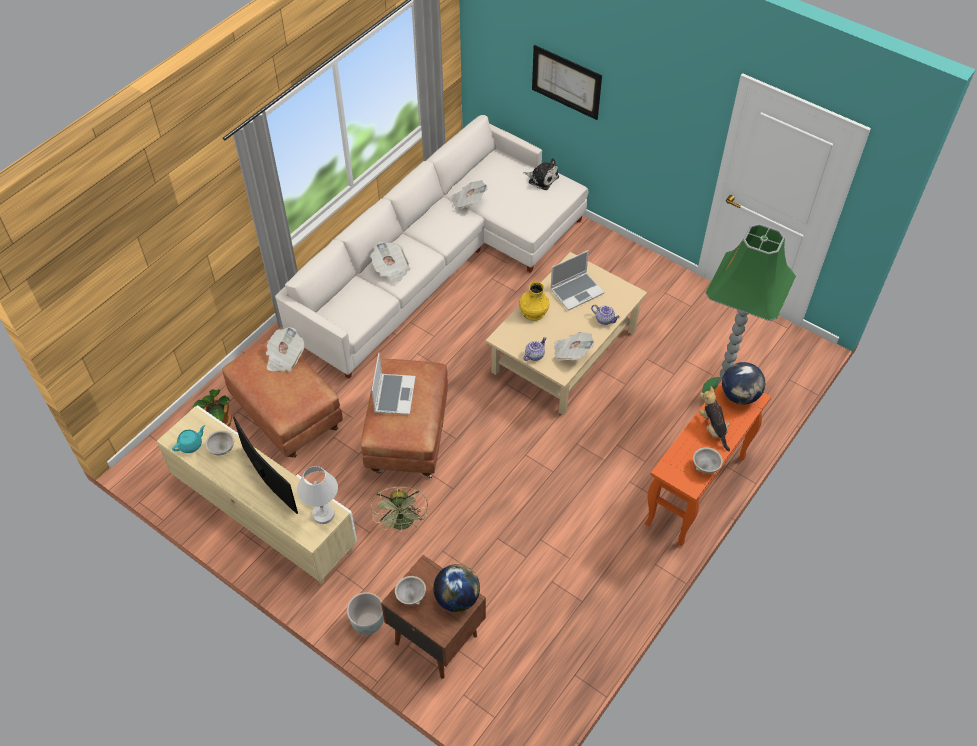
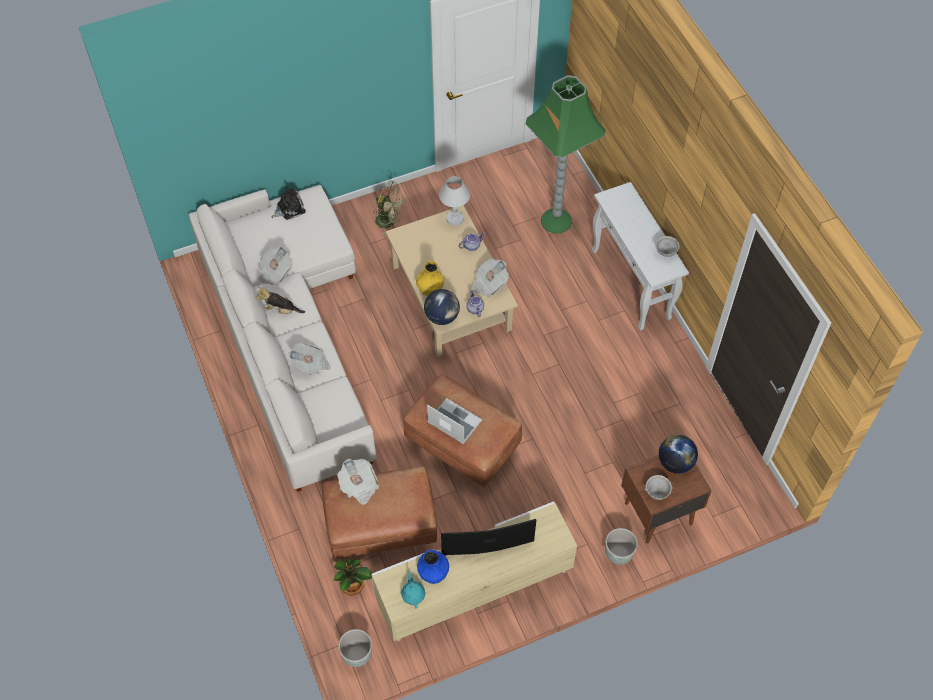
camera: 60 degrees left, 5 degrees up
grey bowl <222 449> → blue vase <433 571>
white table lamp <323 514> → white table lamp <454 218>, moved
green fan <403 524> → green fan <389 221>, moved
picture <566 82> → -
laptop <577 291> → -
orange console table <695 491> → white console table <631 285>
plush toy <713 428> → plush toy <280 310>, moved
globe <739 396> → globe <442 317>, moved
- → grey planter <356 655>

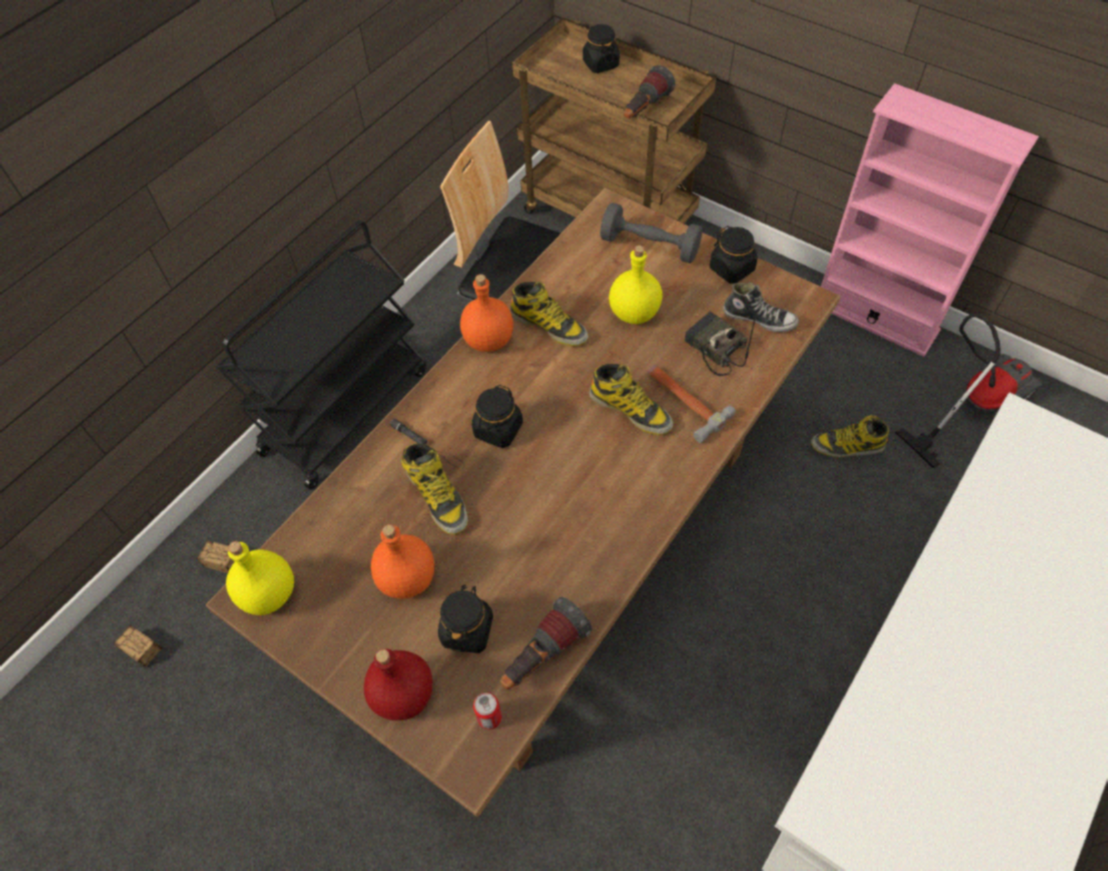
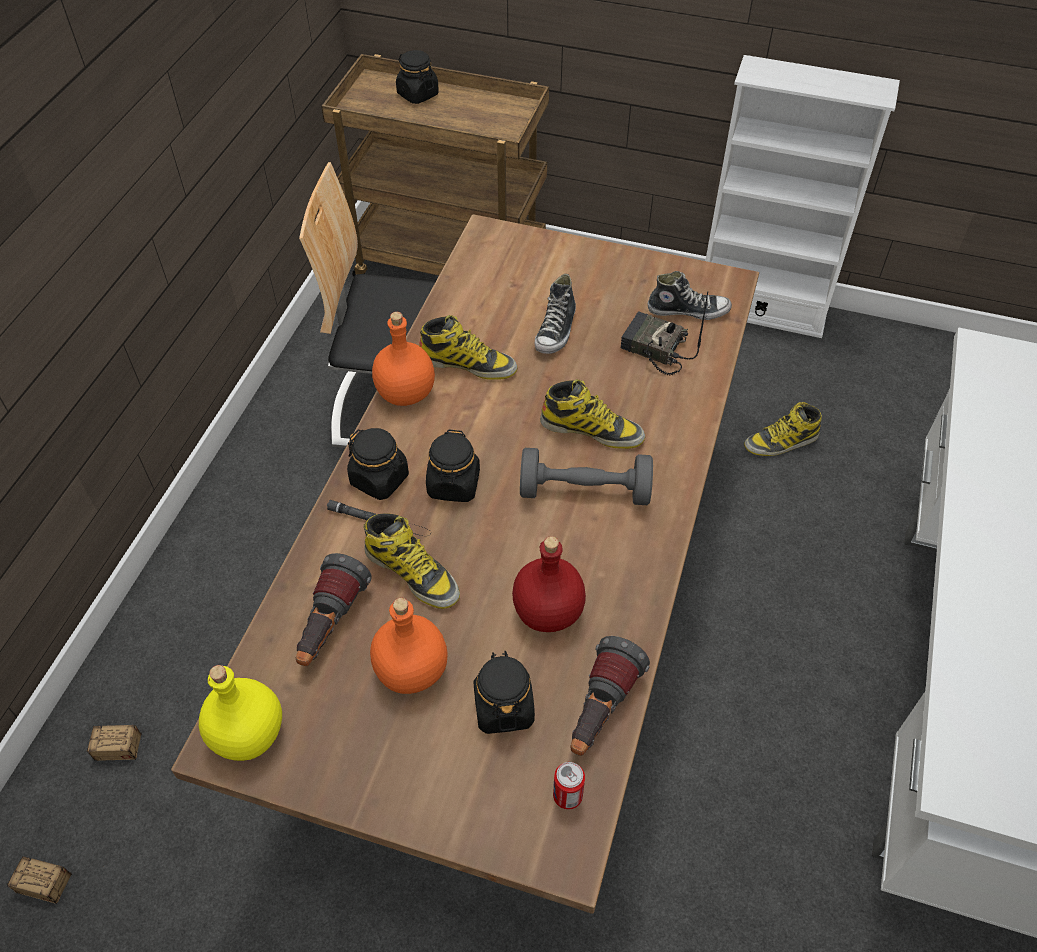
camera: 20 degrees left, 5 degrees down
black cart <345 410> → -
red bottle <402 696> → red bottle <547 613>, moved
grey dumbbell <649 246> → grey dumbbell <584 491>, moved
yellow bottle <635 312> → shoe <556 331>
flashlight <644 110> → flashlight <330 625>, moved
hammer <683 401> → -
black jar <732 269> → black jar <380 479>, moved
pink bookcase <875 317> → white bookcase <760 310>
vacuum cleaner <971 404> → -

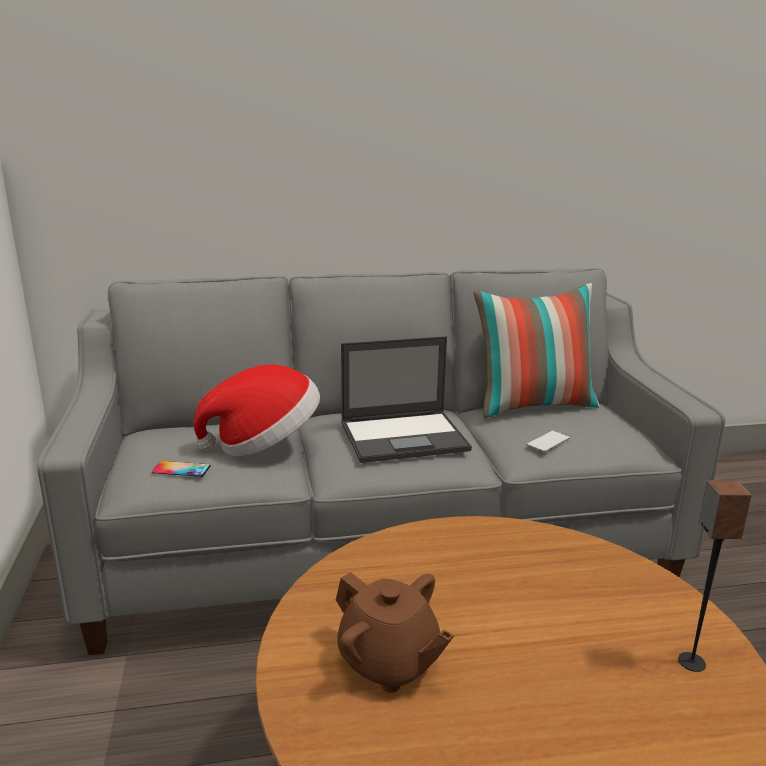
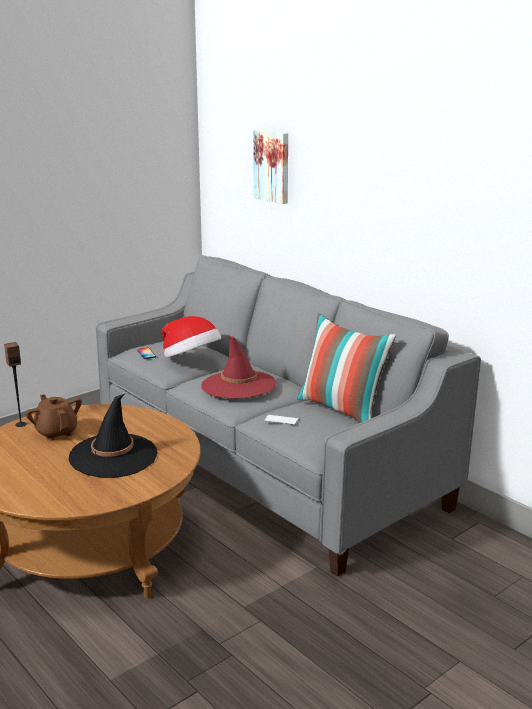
camera: 60 degrees right, 0 degrees up
brown teapot <389 663> → brown teapot <56 432>, 135 degrees clockwise
laptop <405 437> → red hat <238 385>
speaker <691 662> → speaker <21 424>, moved
- → black hat <113 456>
- → picture <273 166>

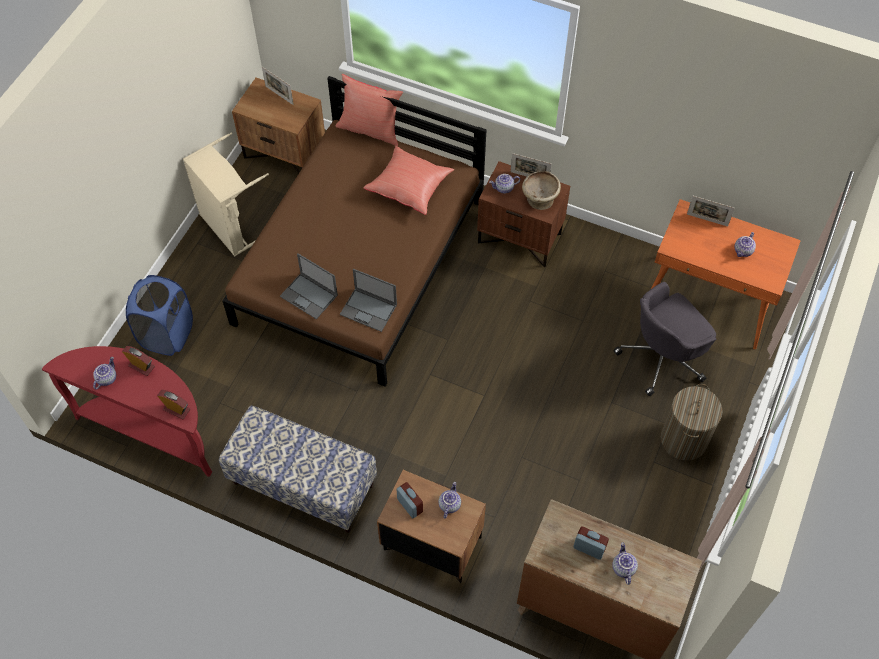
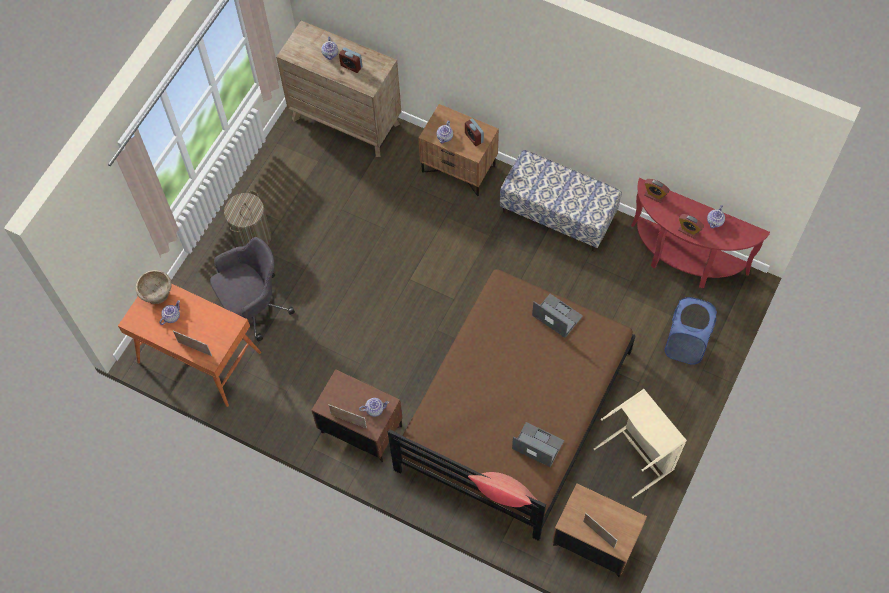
camera: 175 degrees left, 5 degrees up
laptop <369 310> → laptop <537 444>, moved
red pillow <409 188> → -
beige bowl <540 198> → beige bowl <157 294>, moved

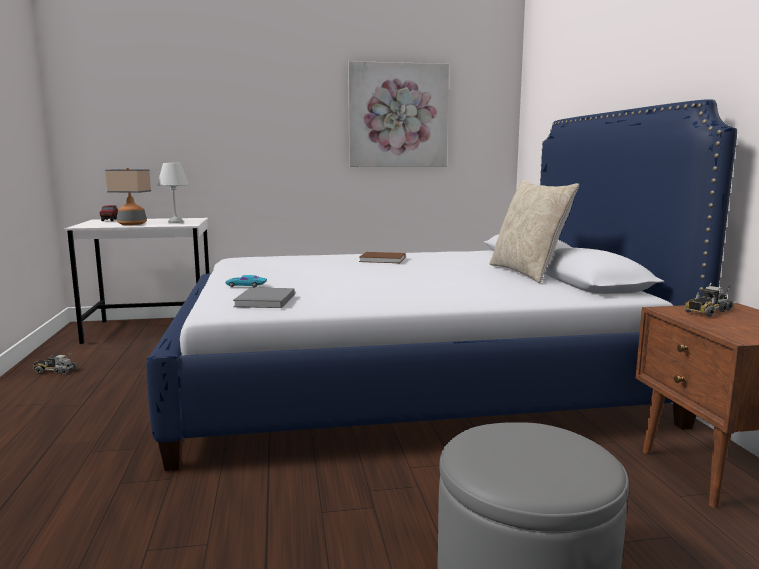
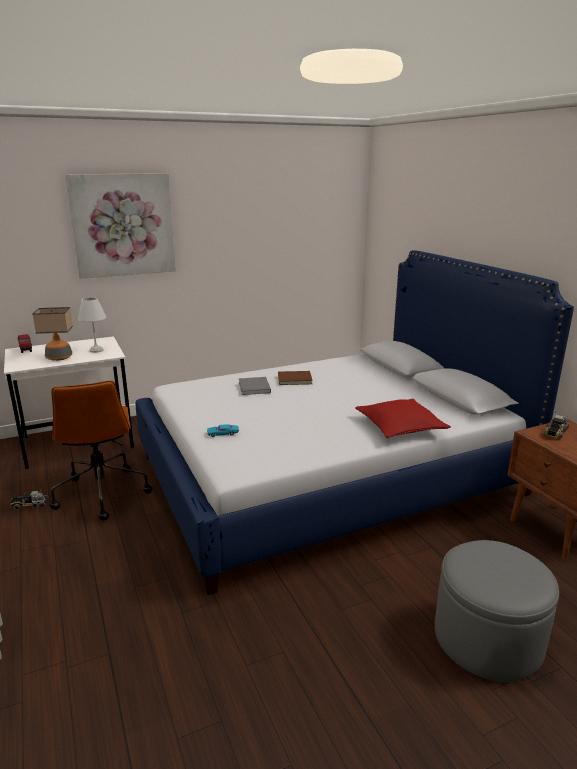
camera: 15 degrees left, 10 degrees up
grey book <264 301> → grey book <254 388>, moved
picture <398 115> → picture <123 225>, moved
beige pillow <528 273> → -
- → brown office chair <102 493>
- → red pillow <400 427>

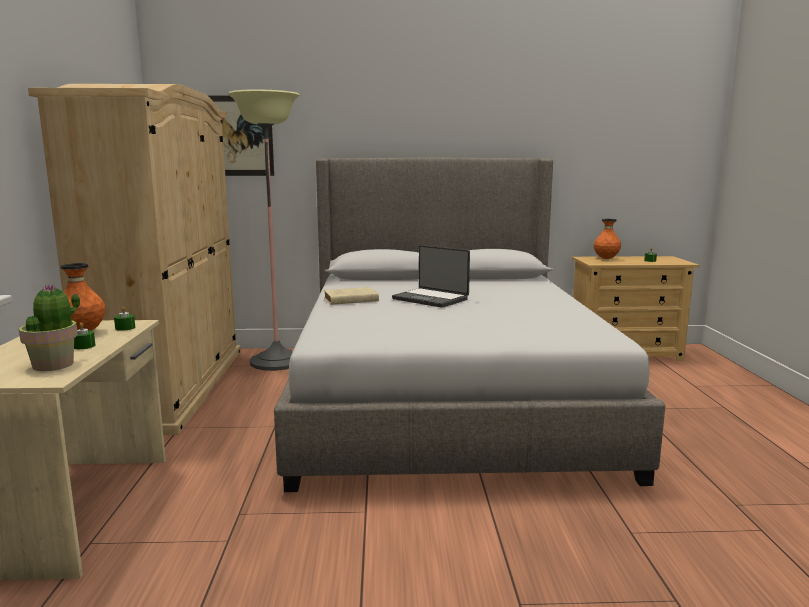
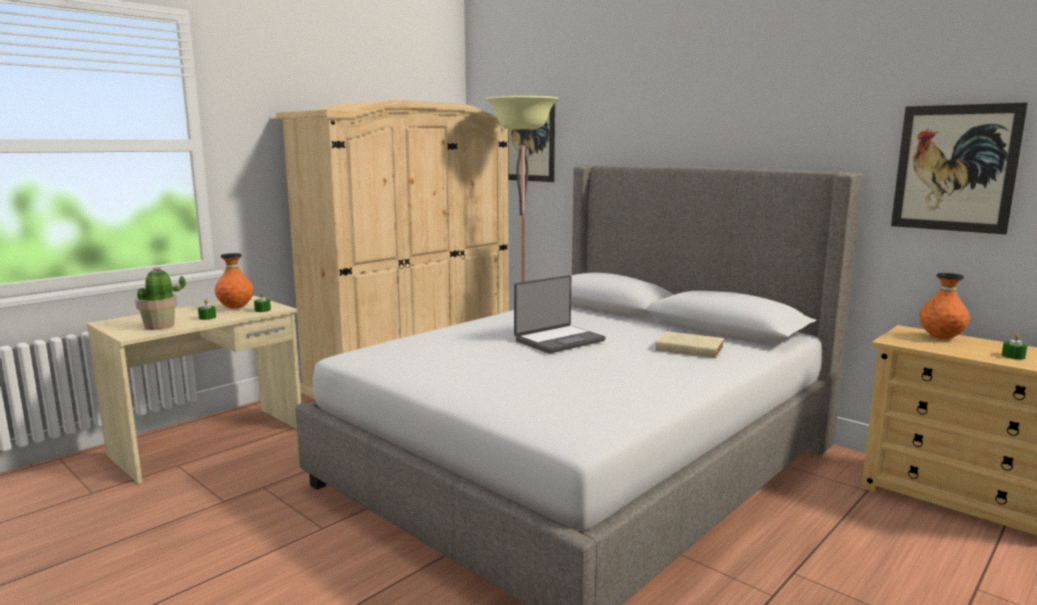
camera: 45 degrees right, 0 degrees up
beige book <349 300> → beige book <687 349>, moved
laptop <431 299> → laptop <558 340>, 120 degrees counterclockwise
- → picture <955 168>

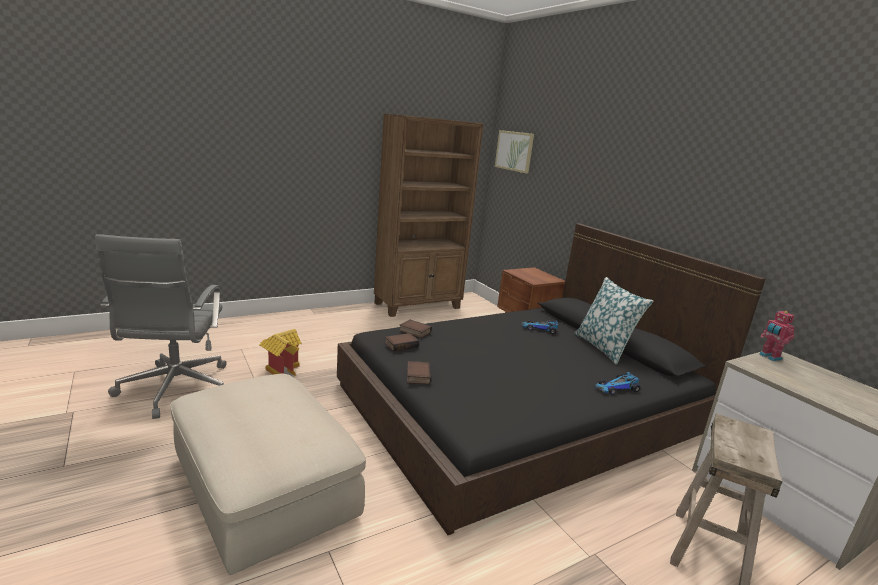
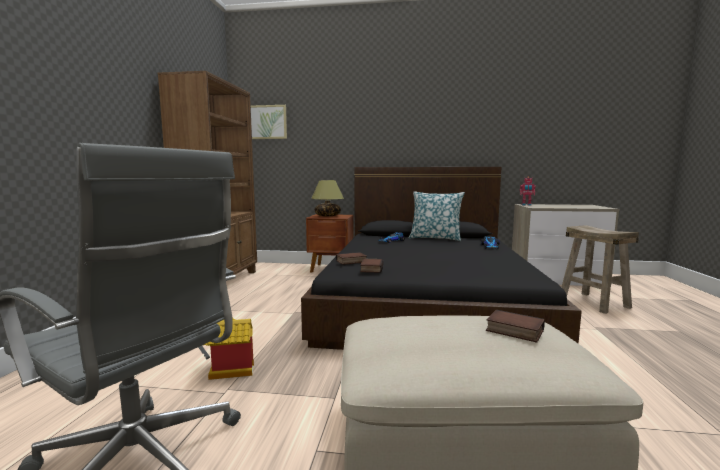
camera: 50 degrees left, 10 degrees down
book <417 375> → book <513 331>, moved
- → table lamp <327 216>

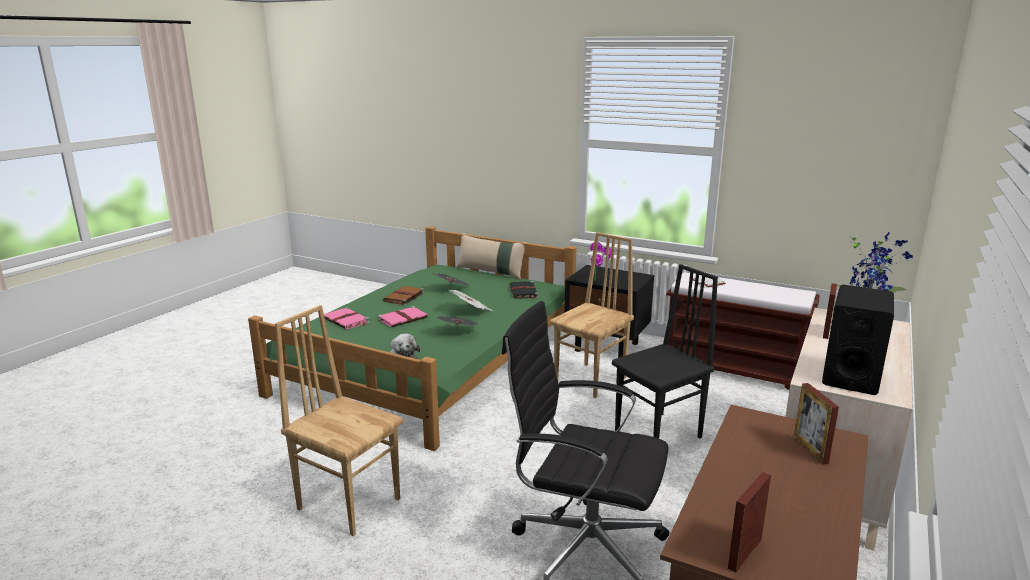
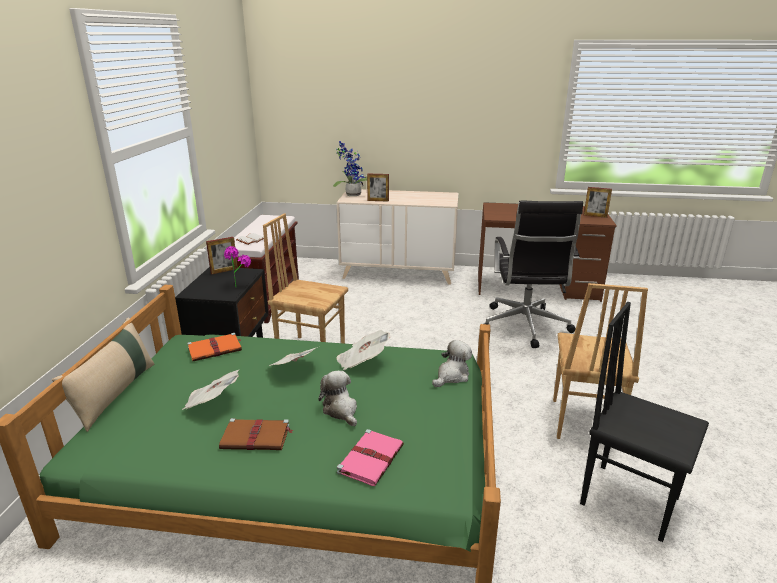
camera: 110 degrees left, 5 degrees up
pink book <403 319> → plush toy <341 410>
black book <523 292> → orange book <215 349>
black chair <659 435> → black chair <629 499>, moved
picture frame <810 450> → picture frame <224 271>, moved
black speaker <851 376> → -

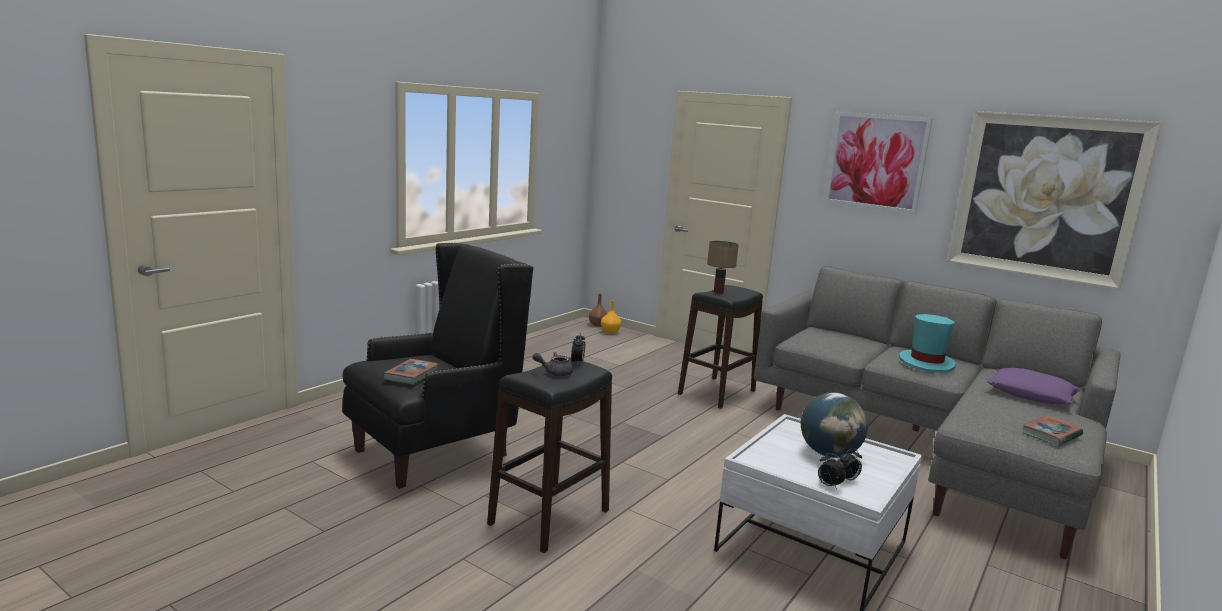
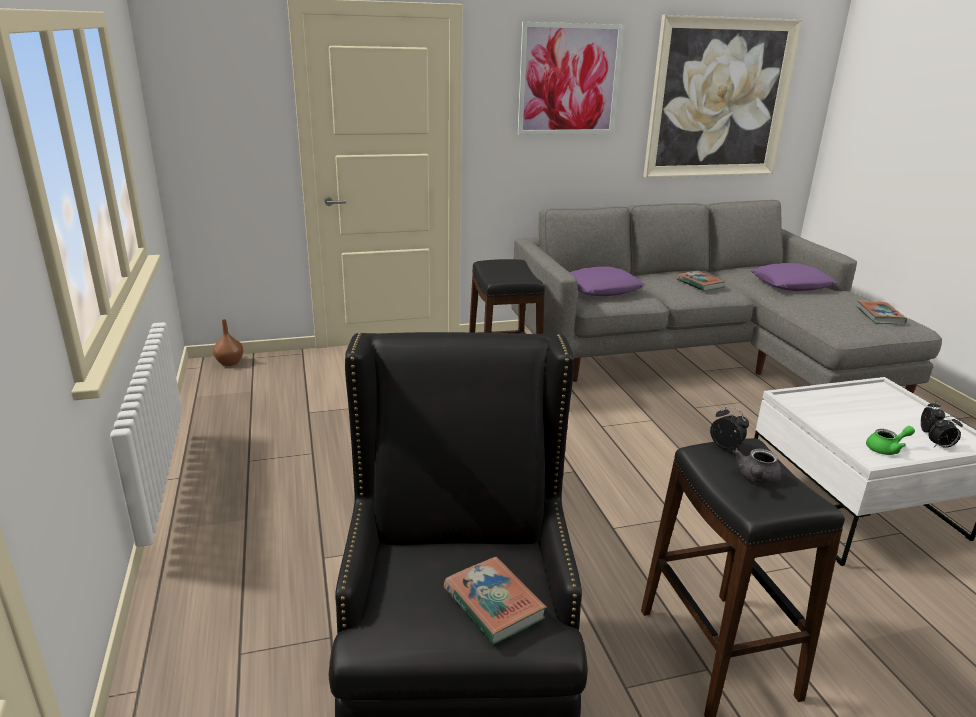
camera: 50 degrees left, 10 degrees up
orange vase <609 332> → -
table lamp <718 292> → -
globe <828 454> → -
turquoise hat <926 363> → book <699 284>
- → purple pillow <602 289>
- → green teapot <886 449>

